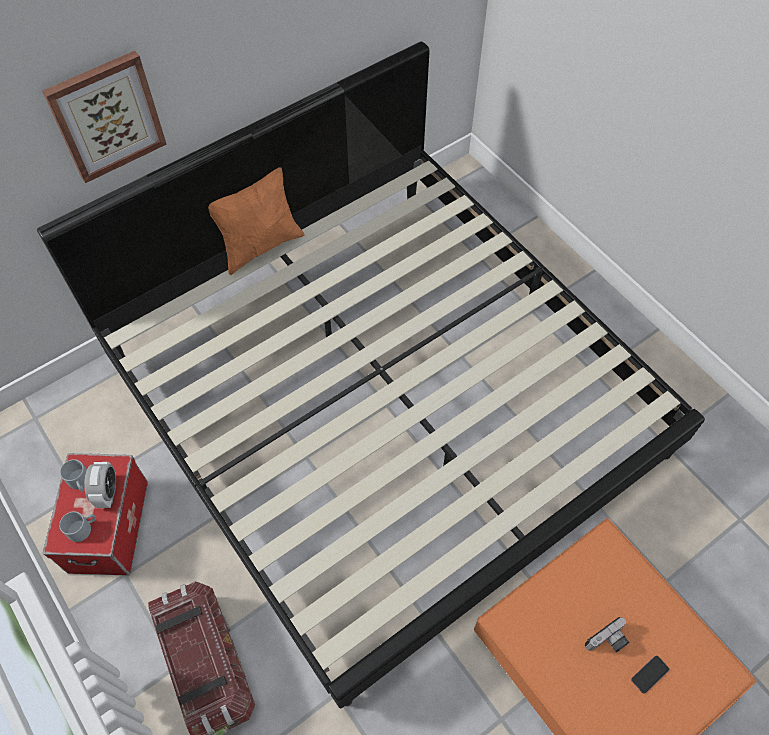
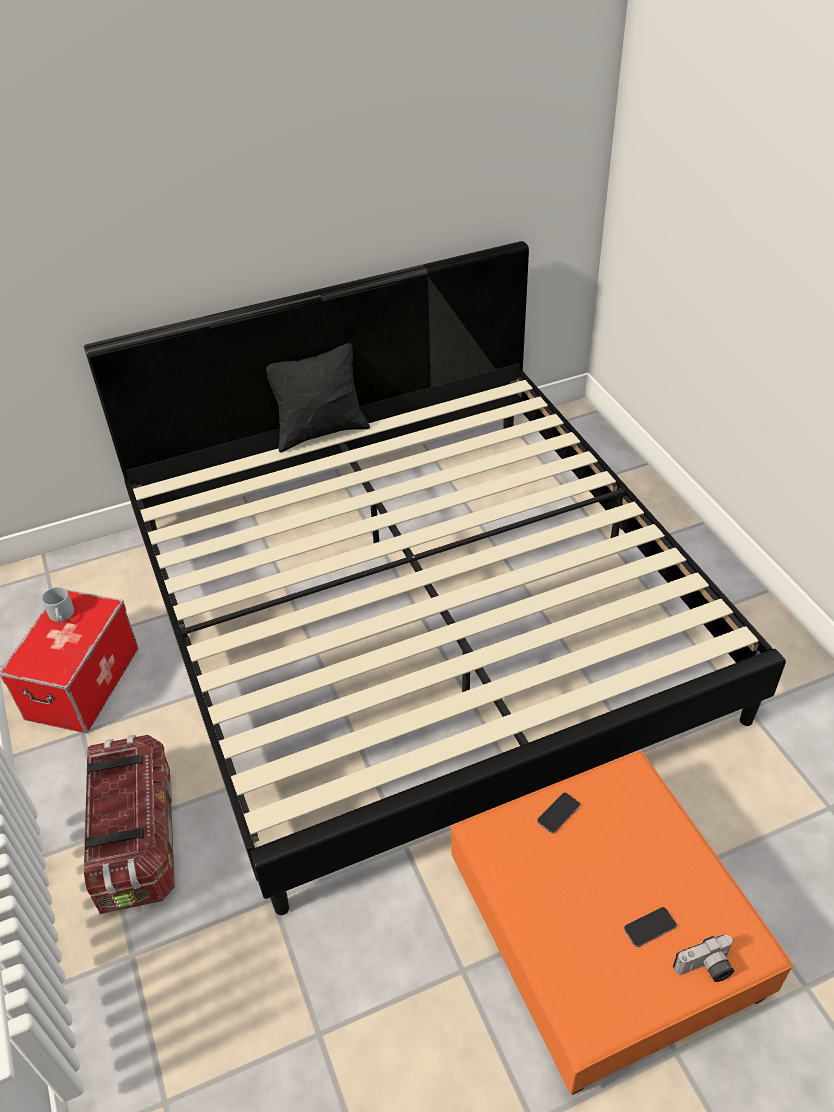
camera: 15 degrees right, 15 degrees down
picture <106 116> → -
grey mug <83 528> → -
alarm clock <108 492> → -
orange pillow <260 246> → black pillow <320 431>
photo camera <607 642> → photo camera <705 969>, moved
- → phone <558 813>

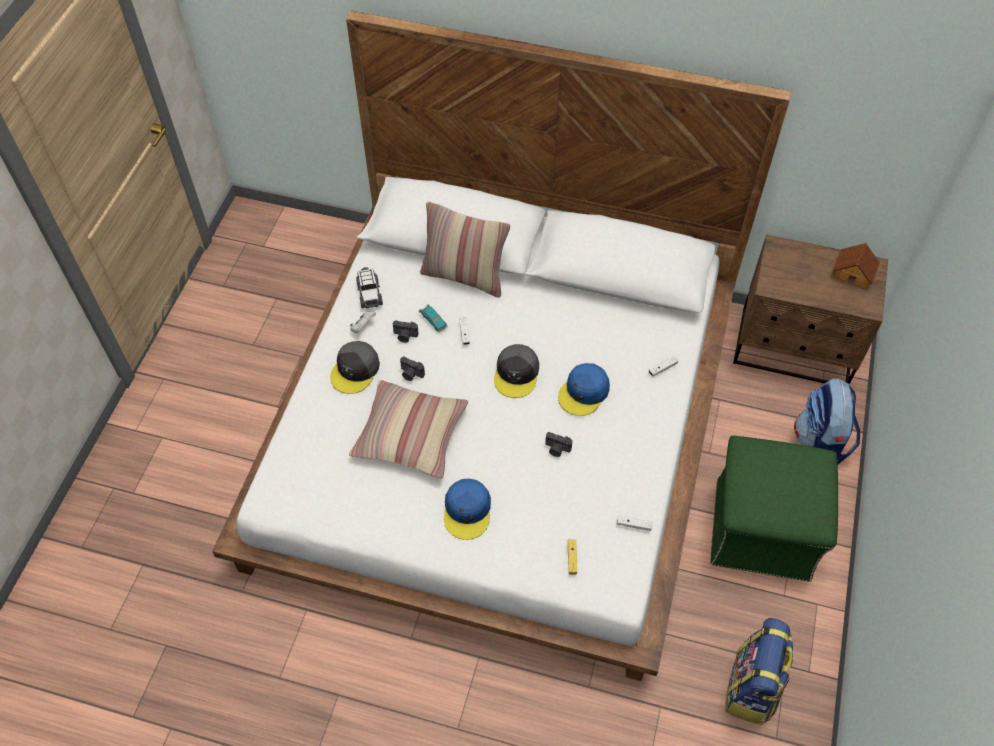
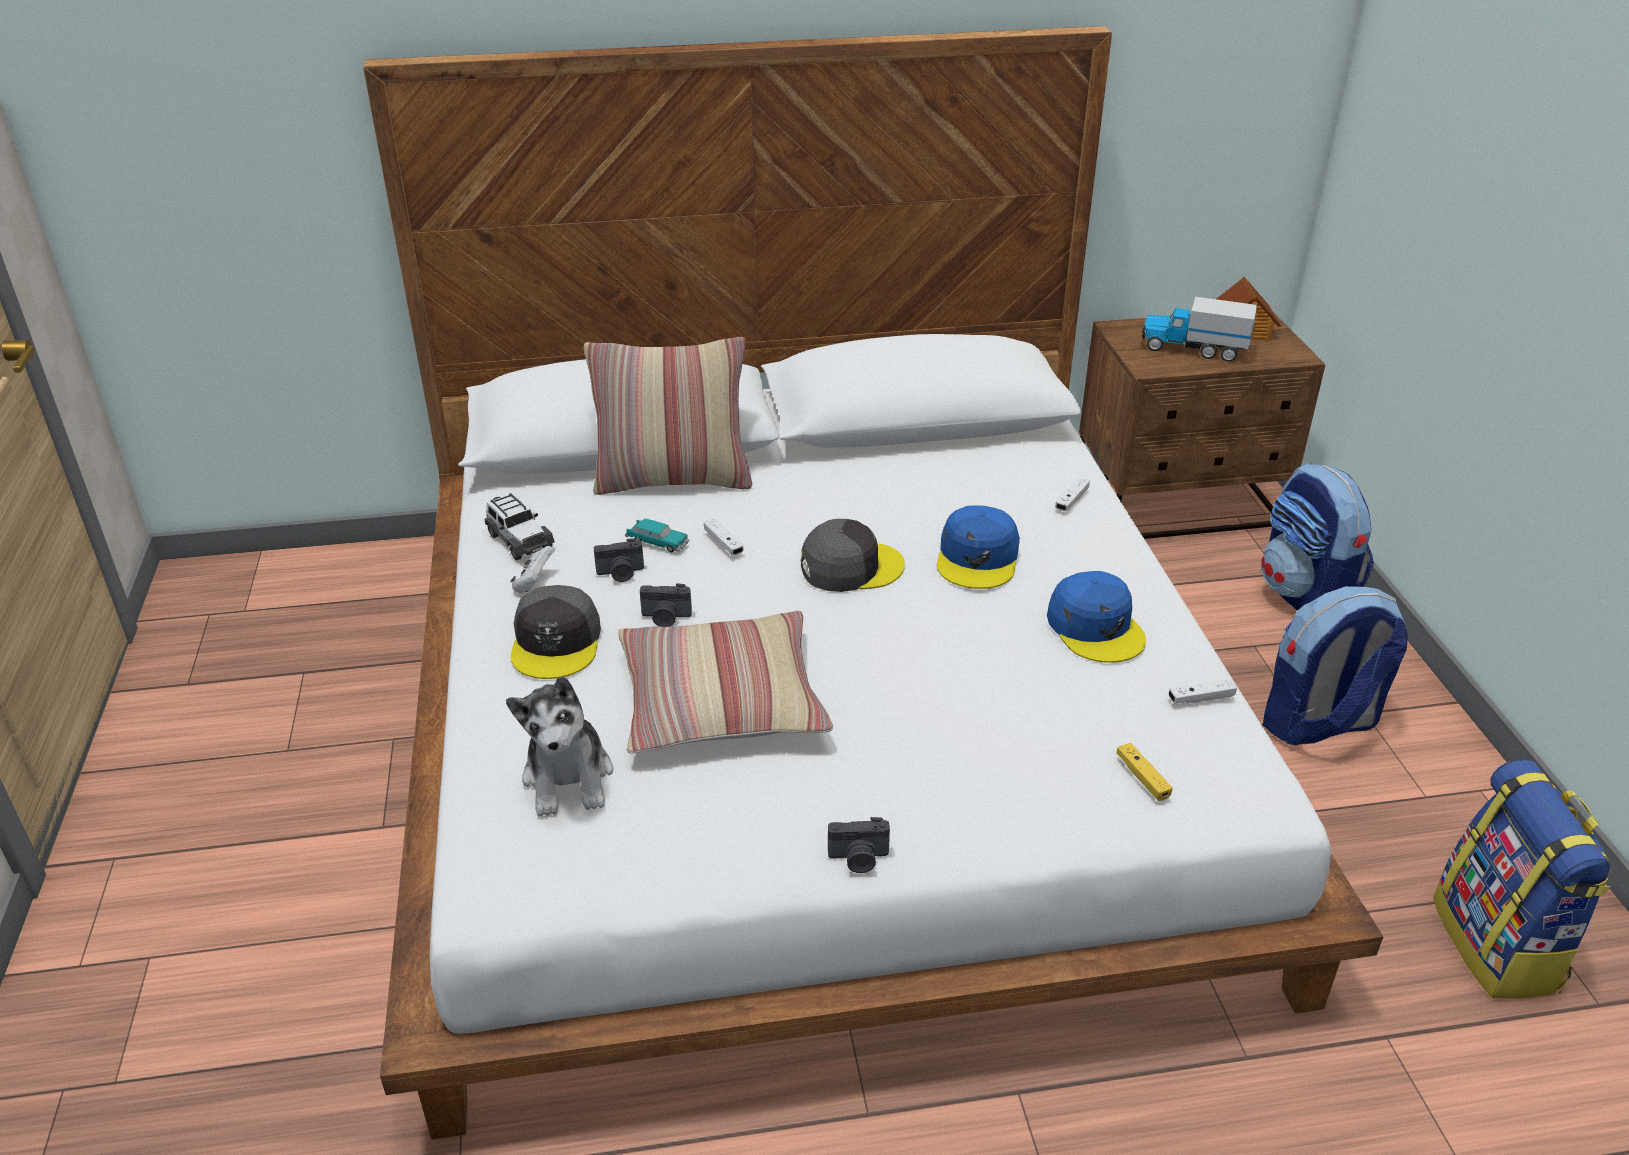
camera: 25 degrees left, 20 degrees down
blue cap <467 511> → blue cap <1096 627>, moved
grey cap <517 374> → grey cap <850 567>, 90 degrees counterclockwise
photo camera <557 449> → photo camera <858 859>, moved
green ottoman <760 530> → backpack <1318 724>
- → plush toy <569 777>
- → toy truck <1193 349>

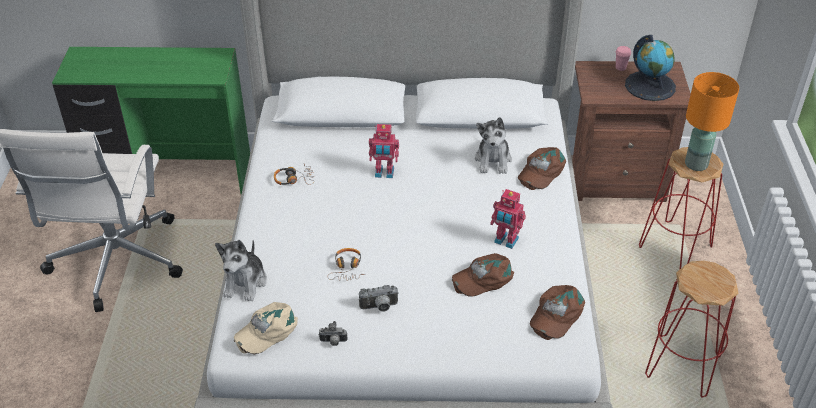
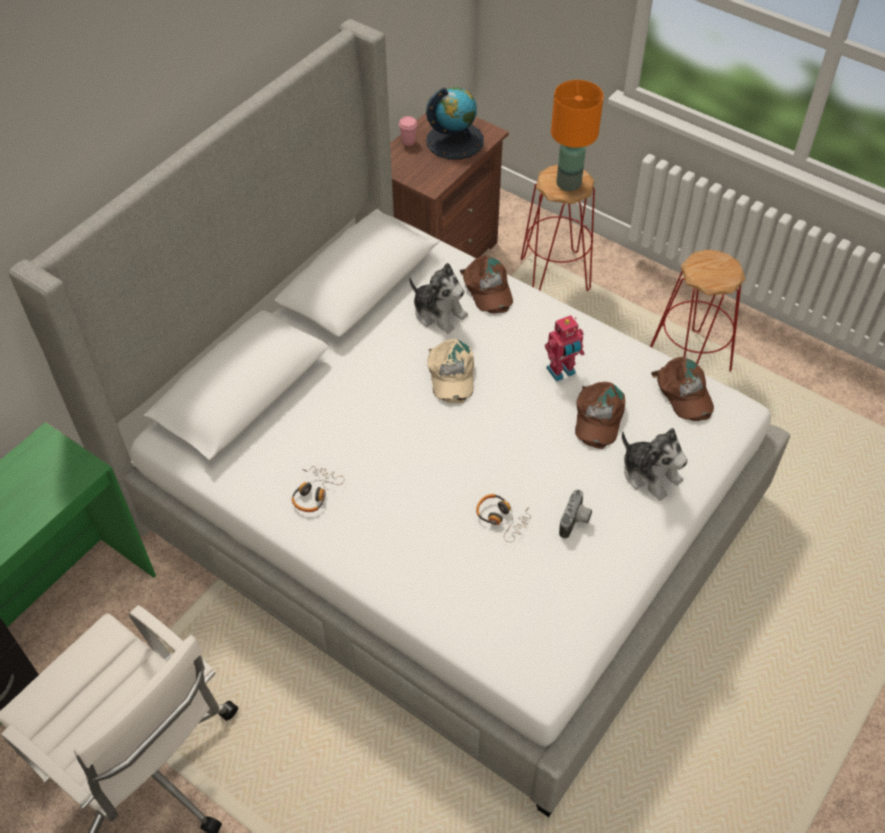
camera: 55 degrees left, 10 degrees up
plush toy <245 282> → plush toy <650 474>, moved
beige cap <267 330> → beige cap <451 374>, moved
photo camera <333 342> → -
toy robot <384 173> → -

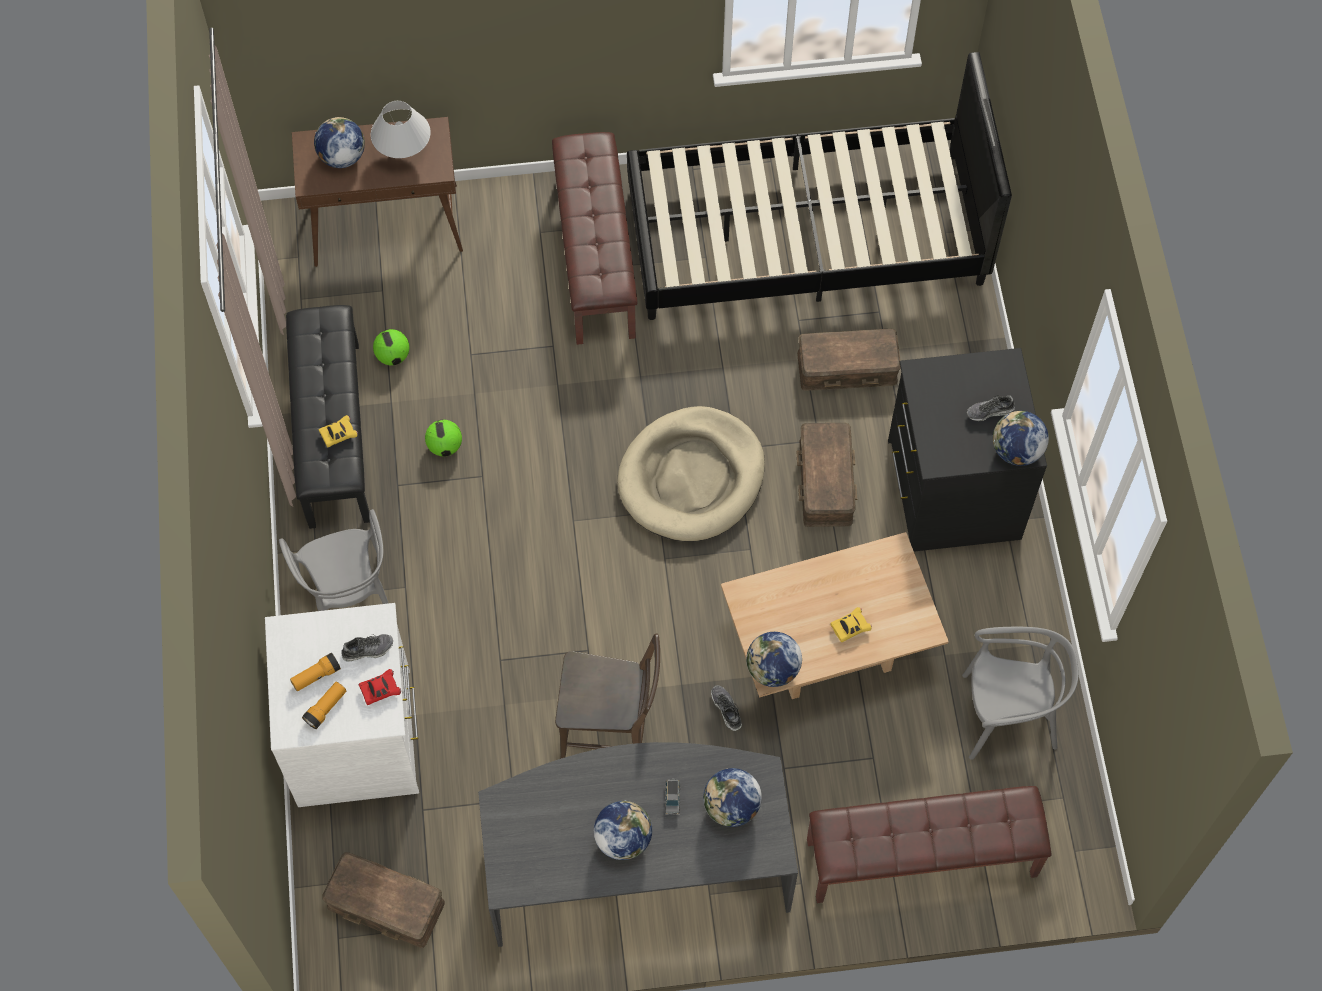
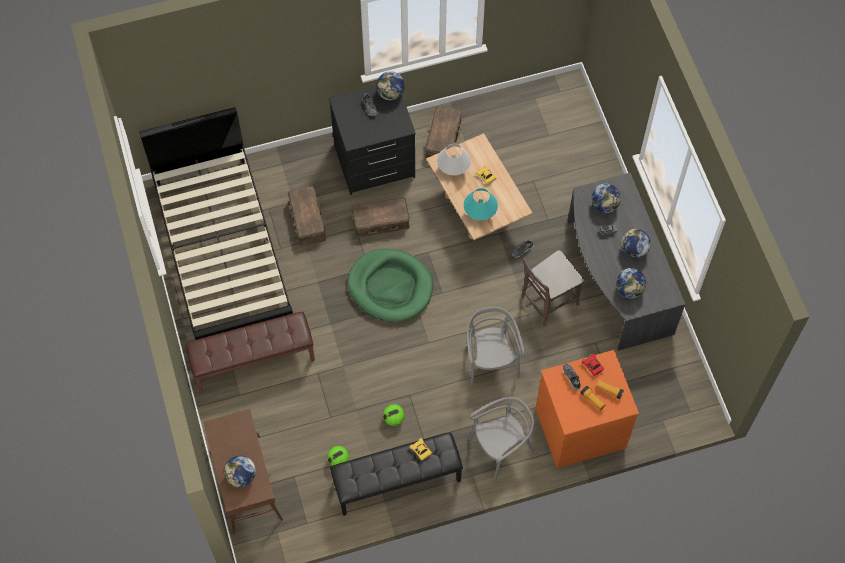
camera: 100 degrees left, 0 degrees up
white dresser <357 737> → orange dresser <580 427>
brown storage box <385 905> → brown storage box <444 139>, moved
white table lamp <404 152> → white table lamp <453 170>, moved
brown chair <611 731> → brown chair <547 302>, 120 degrees counterclockwise
beige dog bed <691 477> → green dog bed <390 287>
globe <772 669> → globe <629 289>, moved
brown bench <921 859> → -
grey chair <1007 715> → grey chair <490 361>, moved
- → turquoise table lamp <480 214>

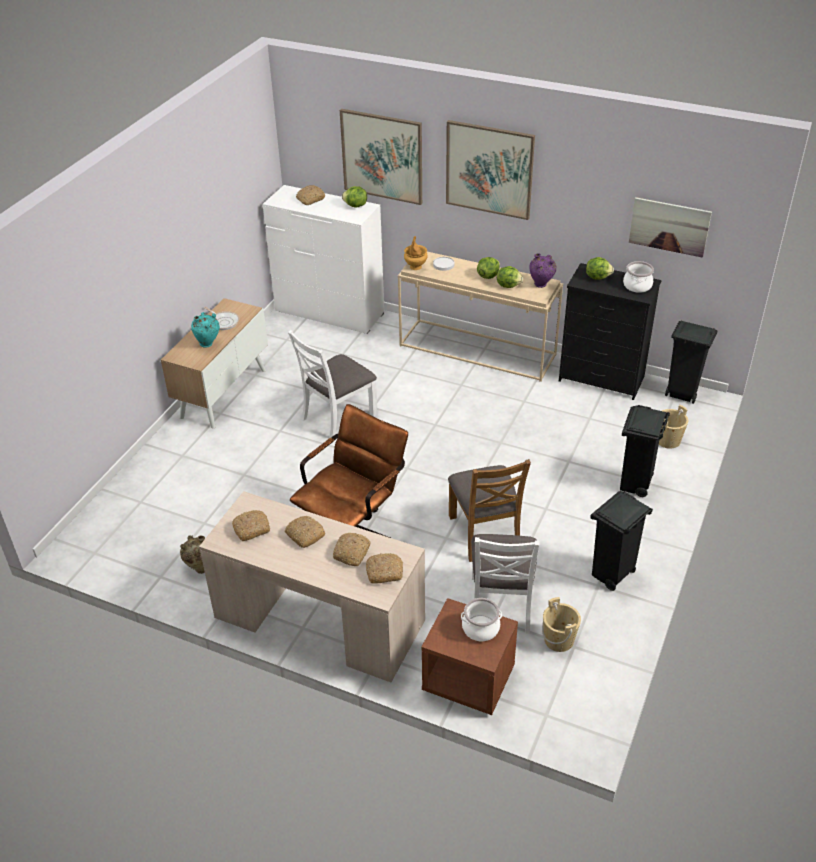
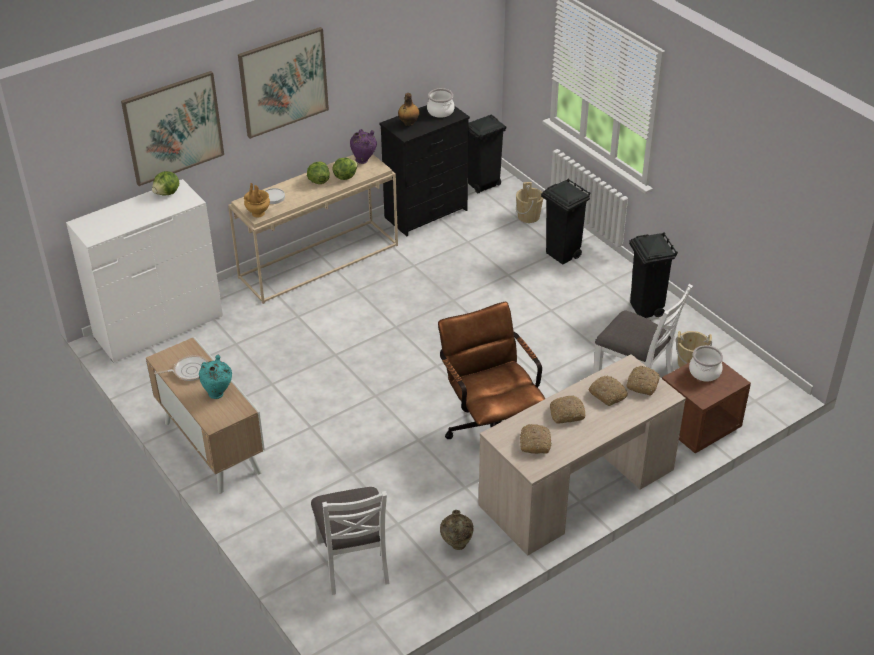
camera: 60 degrees left, 0 degrees up
white chair <338 416> → white chair <353 561>, moved
bread <310 199> → -
brown chair <485 533> → -
lettuce <597 277> → bottle <408 123>
picture <669 226> → -

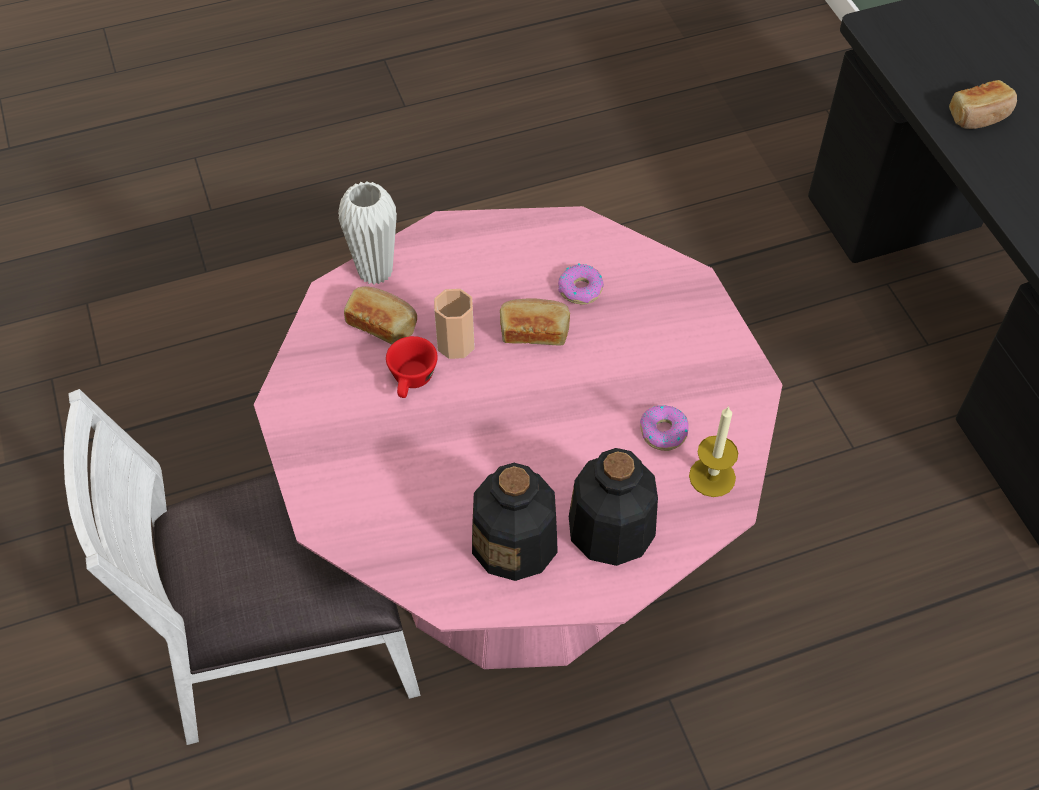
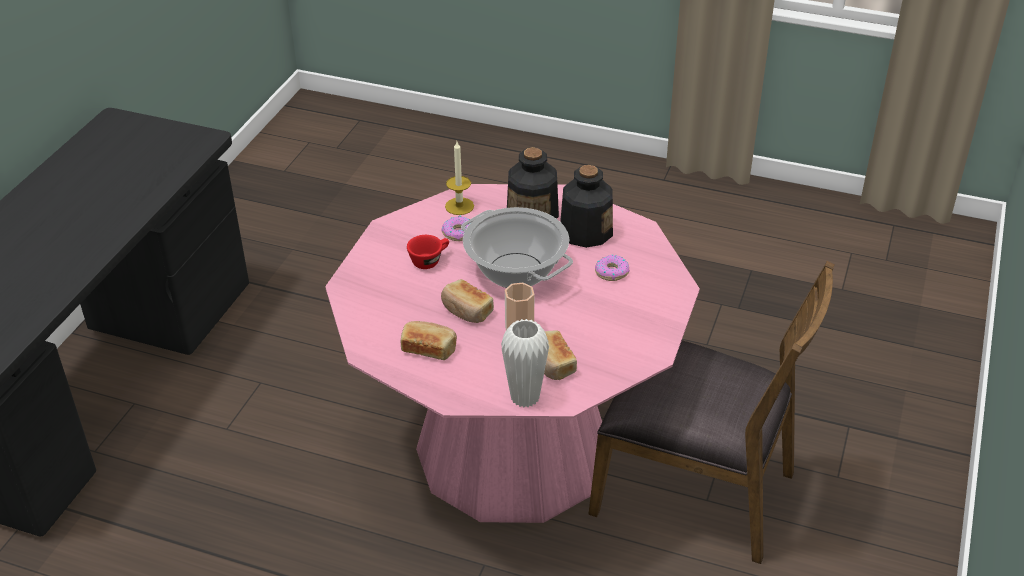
camera: 140 degrees left, 15 degrees down
white chair <286 639> → brown chair <695 490>
red cup <412 382> → red cup <429 260>, moved
donut <581 289> → donut <611 272>, moved
bread <979 116> → bread <429 348>, moved
- → cooking pot <516 271>

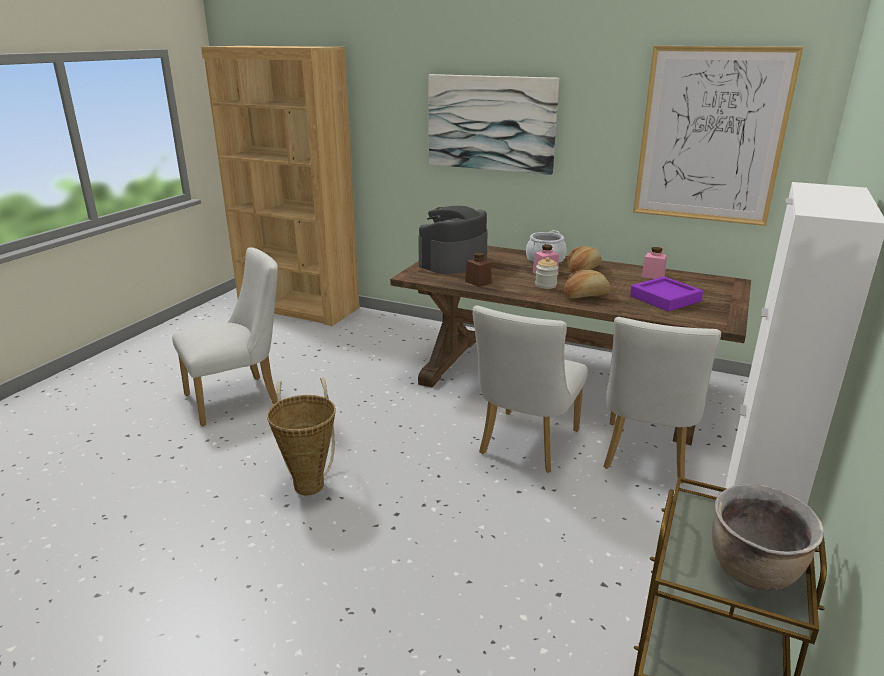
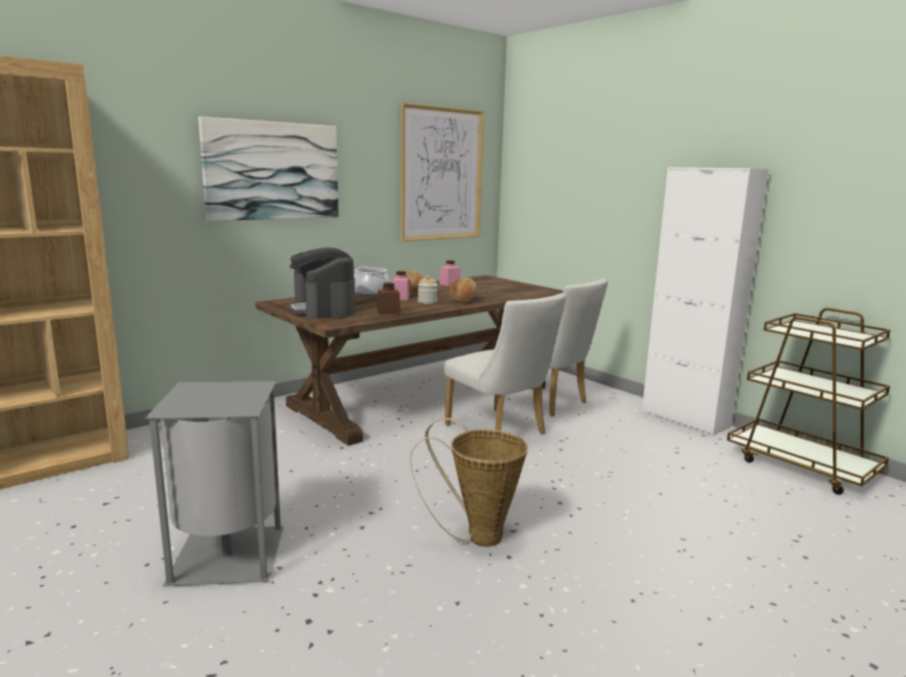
camera: 65 degrees left, 10 degrees down
white chair <239 398> → grey trash can <230 554>
purple tray <665 299> → -
brown cooking pot <754 571> → -

